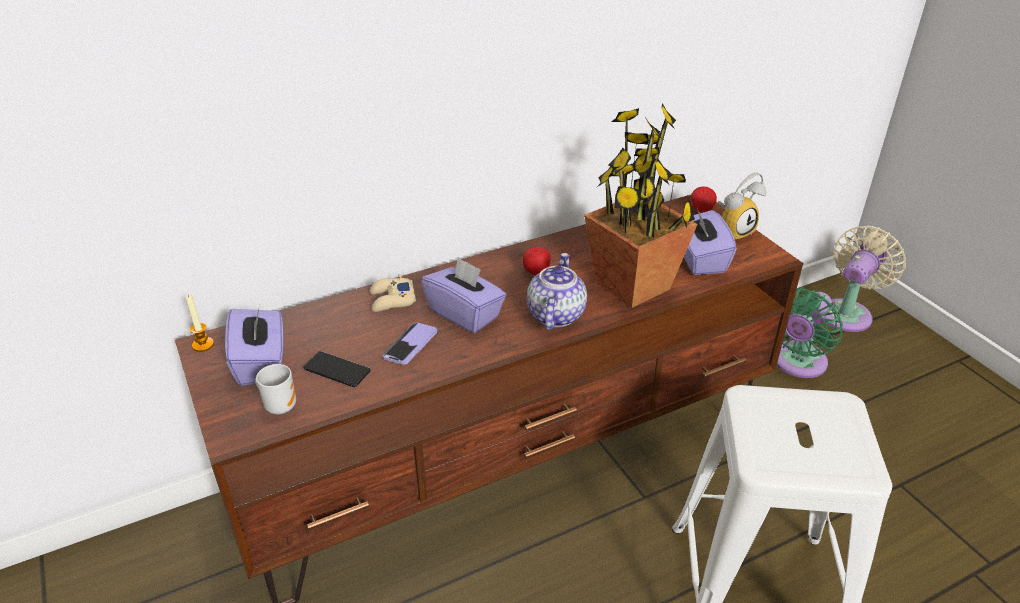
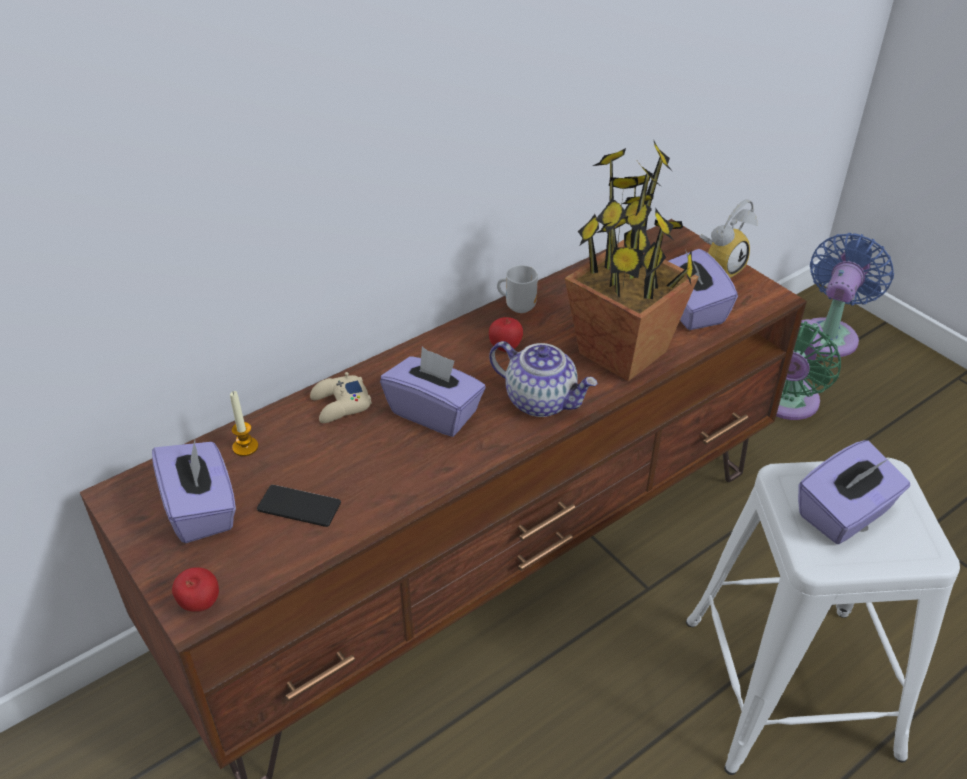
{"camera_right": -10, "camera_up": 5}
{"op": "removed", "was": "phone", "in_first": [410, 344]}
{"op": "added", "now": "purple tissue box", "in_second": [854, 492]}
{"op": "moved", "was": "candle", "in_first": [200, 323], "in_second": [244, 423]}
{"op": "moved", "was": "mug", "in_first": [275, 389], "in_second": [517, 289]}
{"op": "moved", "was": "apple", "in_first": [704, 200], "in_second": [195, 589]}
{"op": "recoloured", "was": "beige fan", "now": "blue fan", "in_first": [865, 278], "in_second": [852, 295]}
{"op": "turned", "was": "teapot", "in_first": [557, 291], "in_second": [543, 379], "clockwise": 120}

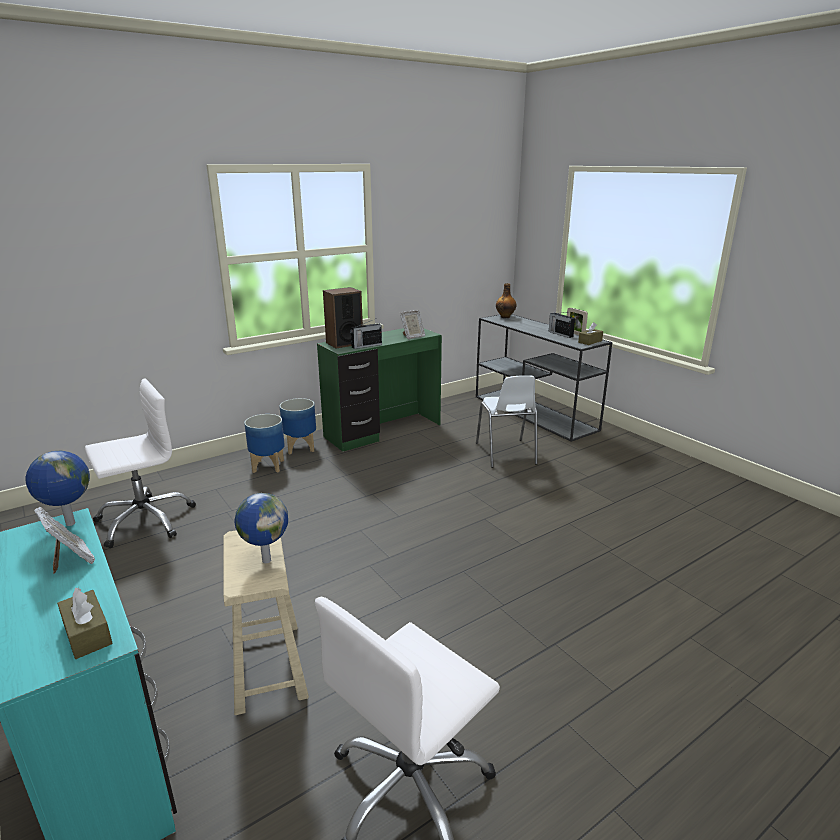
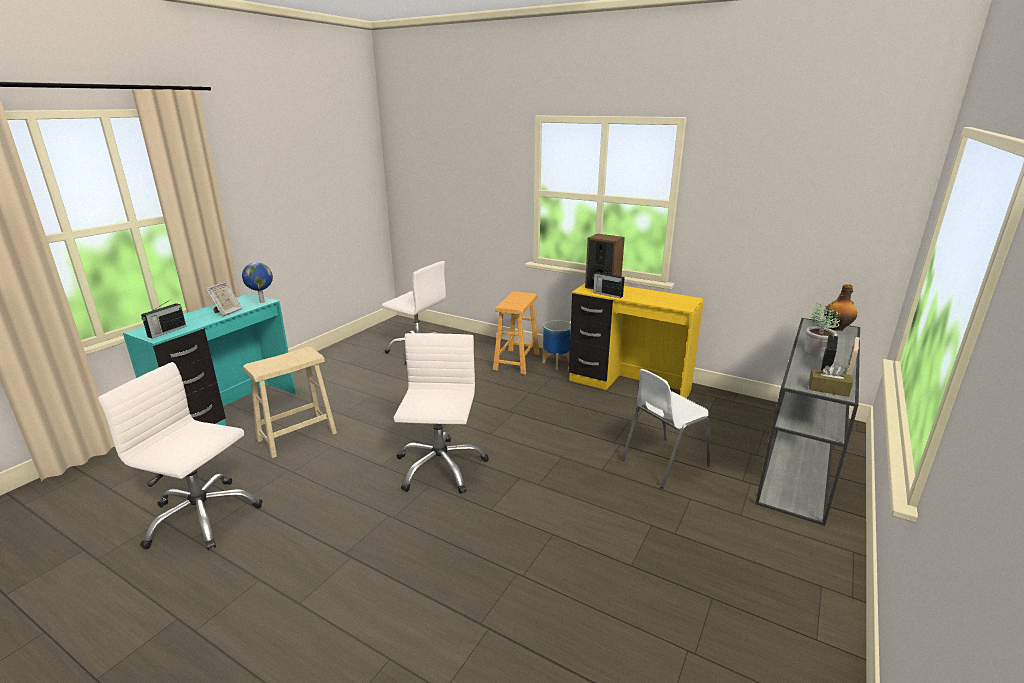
{"camera_right": 65, "camera_up": 0}
{"op": "removed", "was": "globe", "in_first": [261, 528]}
{"op": "removed", "was": "picture frame", "in_first": [412, 324]}
{"op": "added", "now": "white office chair", "in_second": [441, 413]}
{"op": "added", "now": "potted plant", "in_second": [822, 329]}
{"op": "replaced", "was": "brown tissue box", "now": "radio", "in_first": [85, 623], "in_second": [163, 319]}
{"op": "replaced", "was": "planter", "now": "brown stool", "in_first": [264, 443], "in_second": [516, 333]}
{"op": "recoloured", "was": "green desk", "now": "yellow desk", "in_first": [379, 390], "in_second": [636, 341]}

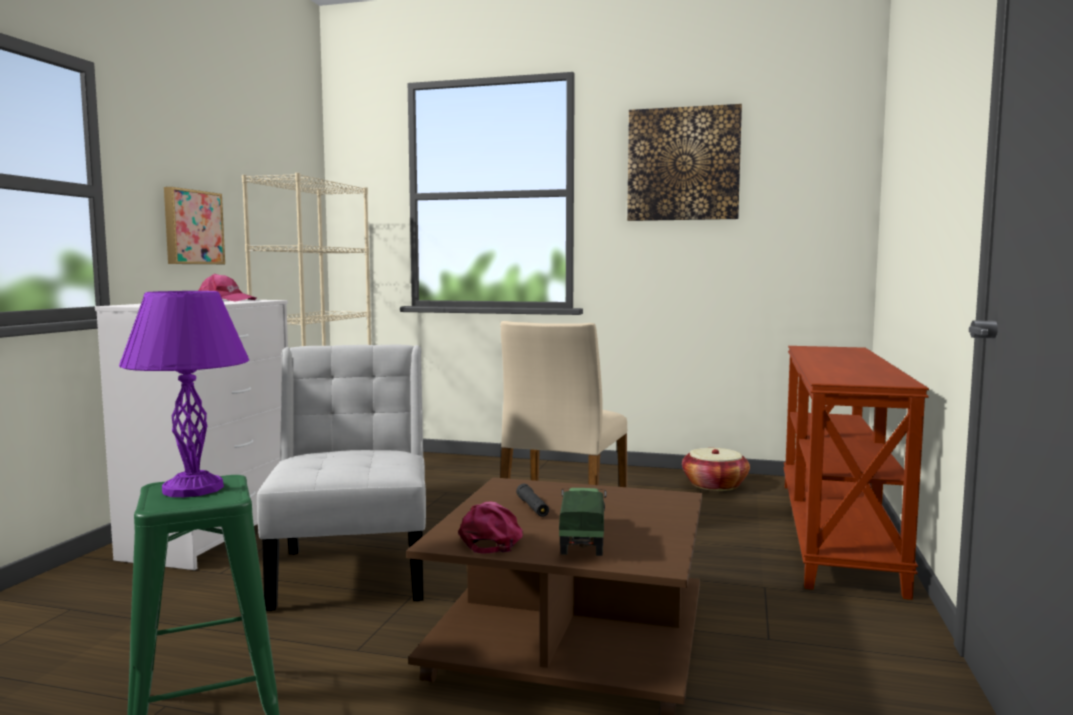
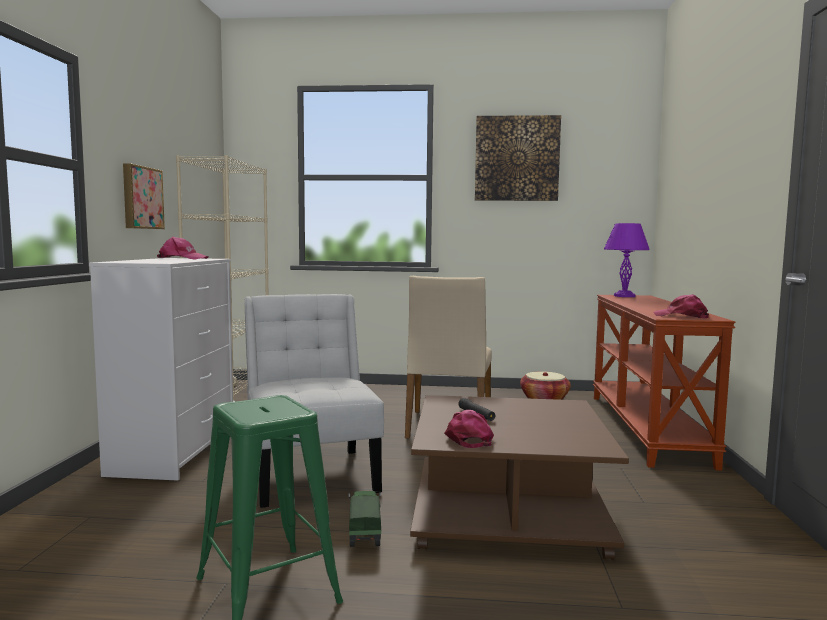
{"camera_right": -10, "camera_up": 0}
{"op": "added", "now": "pink cap", "in_second": [681, 306]}
{"op": "moved", "was": "purple table lamp", "in_first": [184, 394], "in_second": [627, 260]}
{"op": "moved", "was": "toy truck", "in_first": [582, 522], "in_second": [364, 519]}

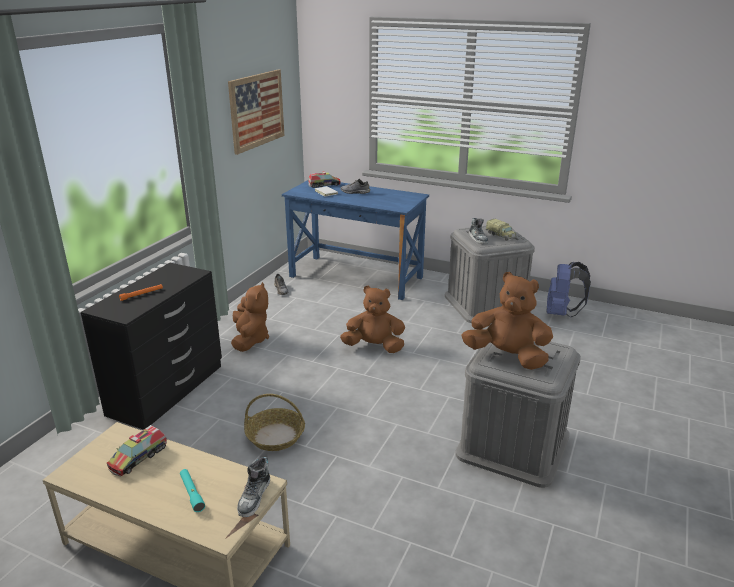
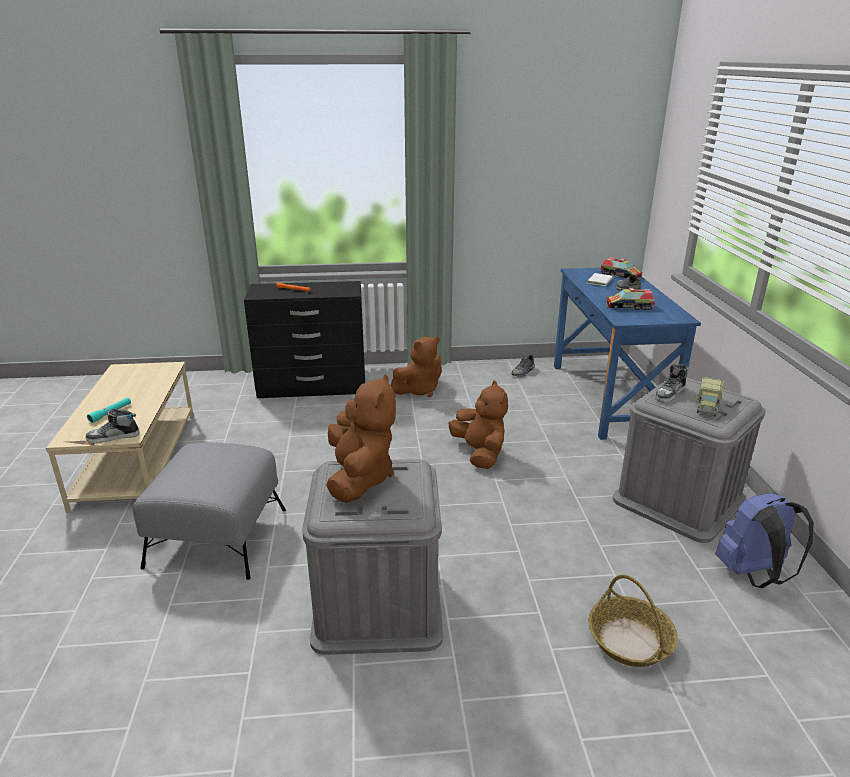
{"camera_right": 60, "camera_up": 0}
{"op": "removed", "was": "picture", "in_first": [256, 112]}
{"op": "added", "now": "grey ottoman", "in_second": [209, 511]}
{"op": "moved", "was": "toy truck", "in_first": [137, 450], "in_second": [630, 299]}
{"op": "moved", "was": "basket", "in_first": [274, 422], "in_second": [633, 621]}

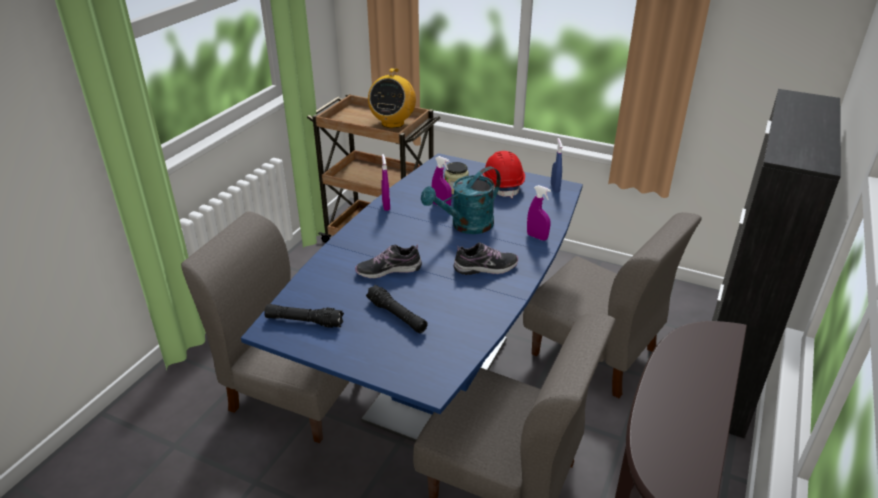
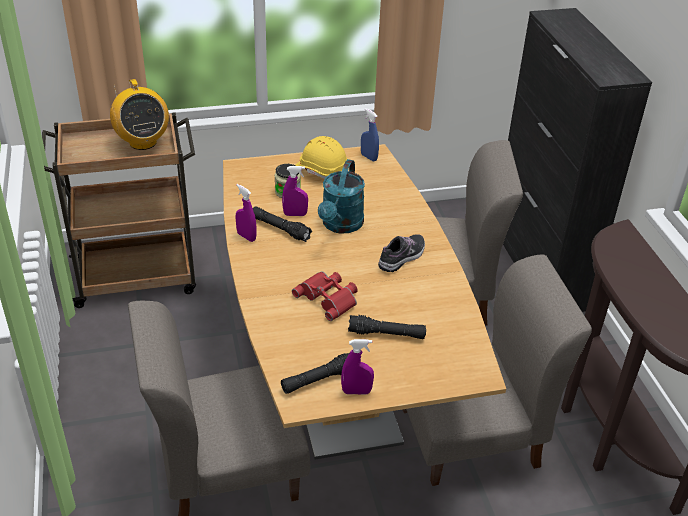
{"camera_right": -40, "camera_up": 5}
{"op": "added", "now": "black flashlight", "in_second": [282, 224]}
{"op": "moved", "was": "purple spray bottle", "in_first": [539, 213], "in_second": [357, 366]}
{"op": "replaced", "was": "shoe", "now": "red binoculars", "in_first": [388, 261], "in_second": [325, 296]}
{"op": "recoloured", "was": "blue dining table", "now": "brown dining table", "in_first": [412, 297], "in_second": [364, 302]}
{"op": "recoloured", "was": "red hard hat", "now": "yellow hard hat", "in_first": [503, 174], "in_second": [321, 157]}

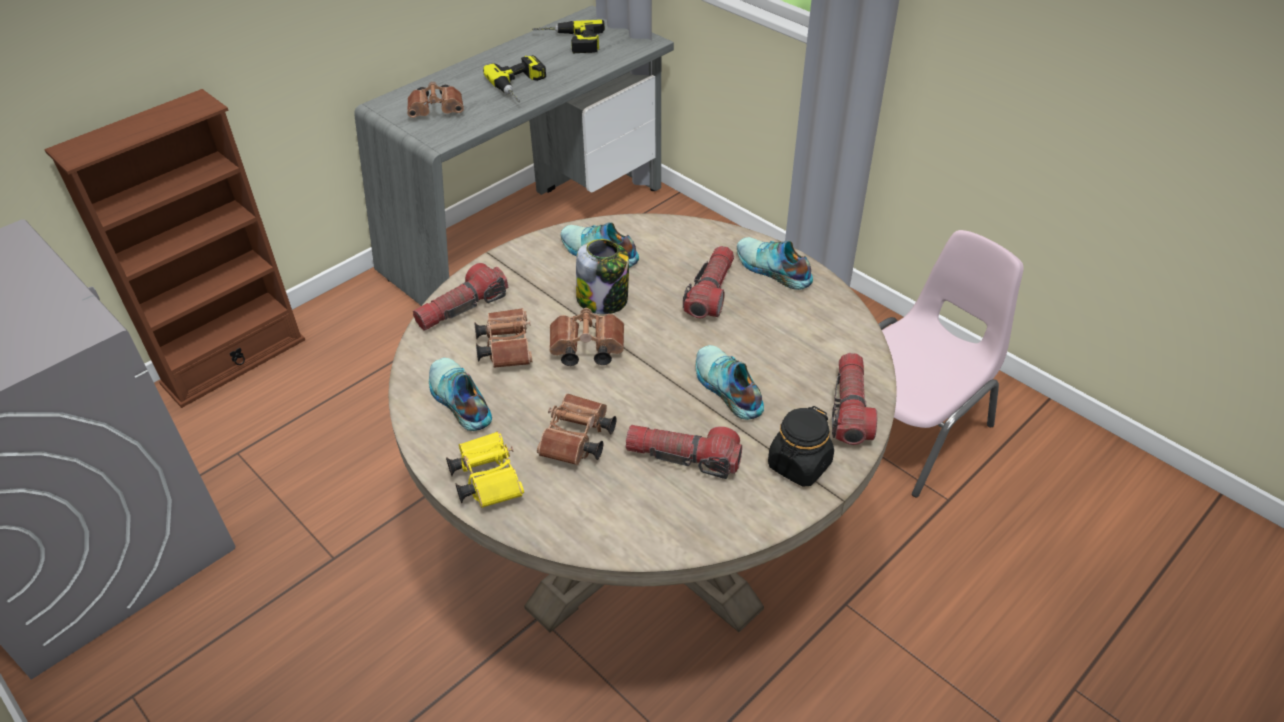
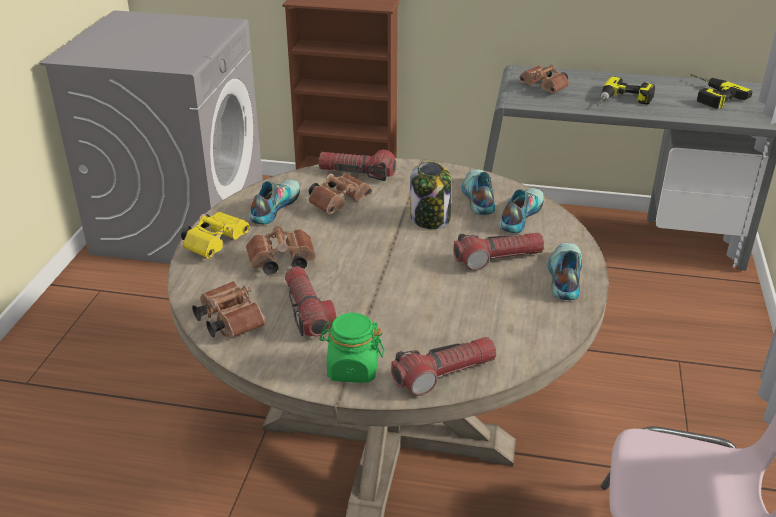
{"camera_right": 55, "camera_up": -10}
{"op": "moved", "was": "brown binoculars", "in_first": [587, 337], "in_second": [229, 309]}
{"op": "moved", "was": "shoe", "in_first": [729, 382], "in_second": [521, 210]}
{"op": "recoloured", "was": "black jar", "now": "green jar", "in_first": [801, 446], "in_second": [352, 348]}

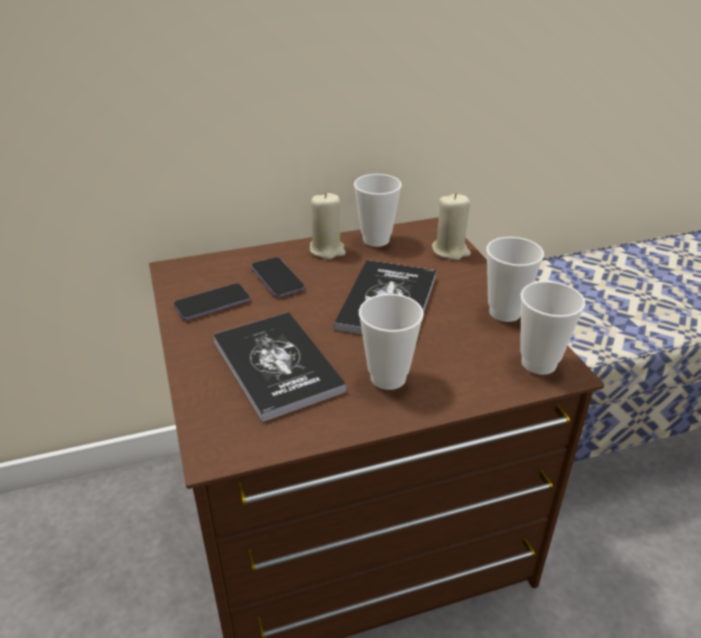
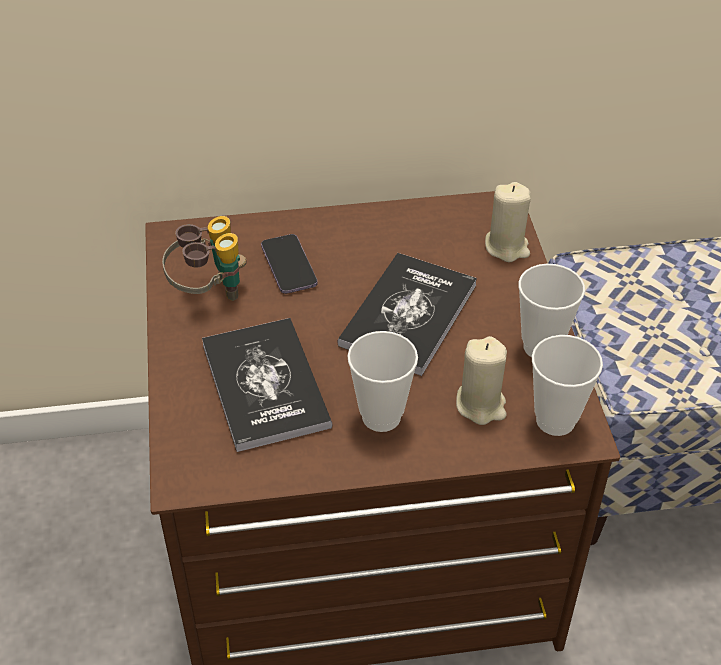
{"camera_right": 10, "camera_up": 10}
{"op": "removed", "was": "cup", "in_first": [378, 210]}
{"op": "moved", "was": "beige candle", "in_first": [328, 225], "in_second": [481, 380]}
{"op": "replaced", "was": "phone", "now": "binoculars", "in_first": [212, 301], "in_second": [204, 258]}

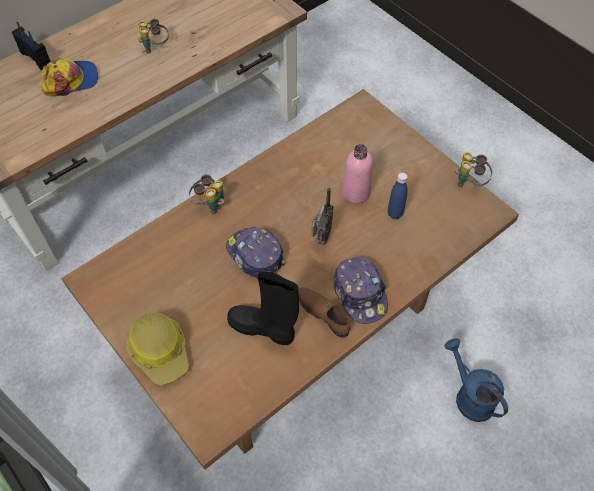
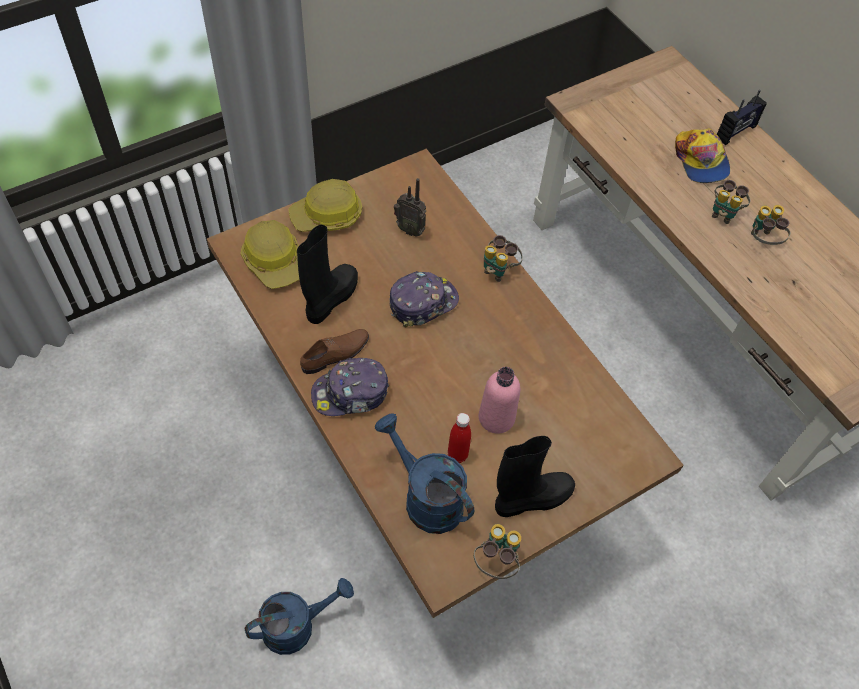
{"camera_right": 95, "camera_up": 0}
{"op": "added", "now": "hard hat", "in_second": [270, 254]}
{"op": "added", "now": "blue watering can", "in_second": [424, 473]}
{"op": "added", "now": "black boot", "in_second": [535, 476]}
{"op": "added", "now": "binoculars", "in_second": [731, 202]}
{"op": "moved", "was": "radio", "in_first": [322, 216], "in_second": [410, 207]}
{"op": "recoloured", "was": "blue bottle", "now": "red bottle", "in_first": [398, 195], "in_second": [459, 438]}

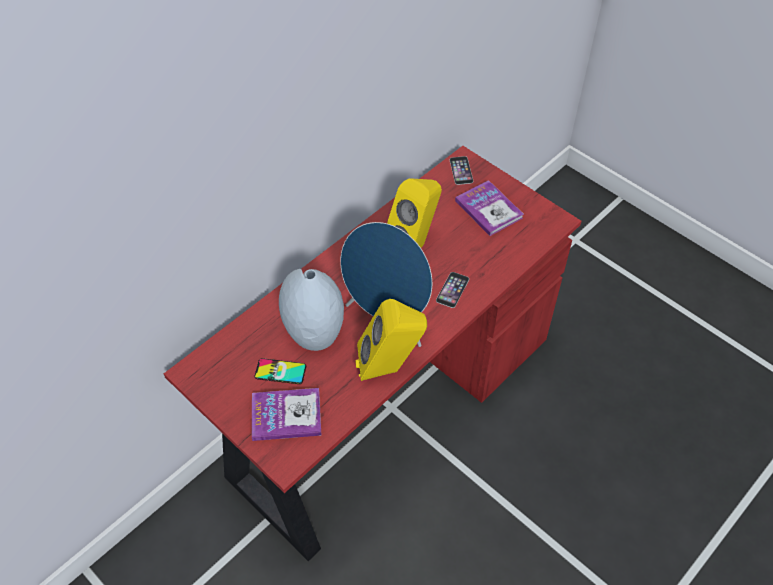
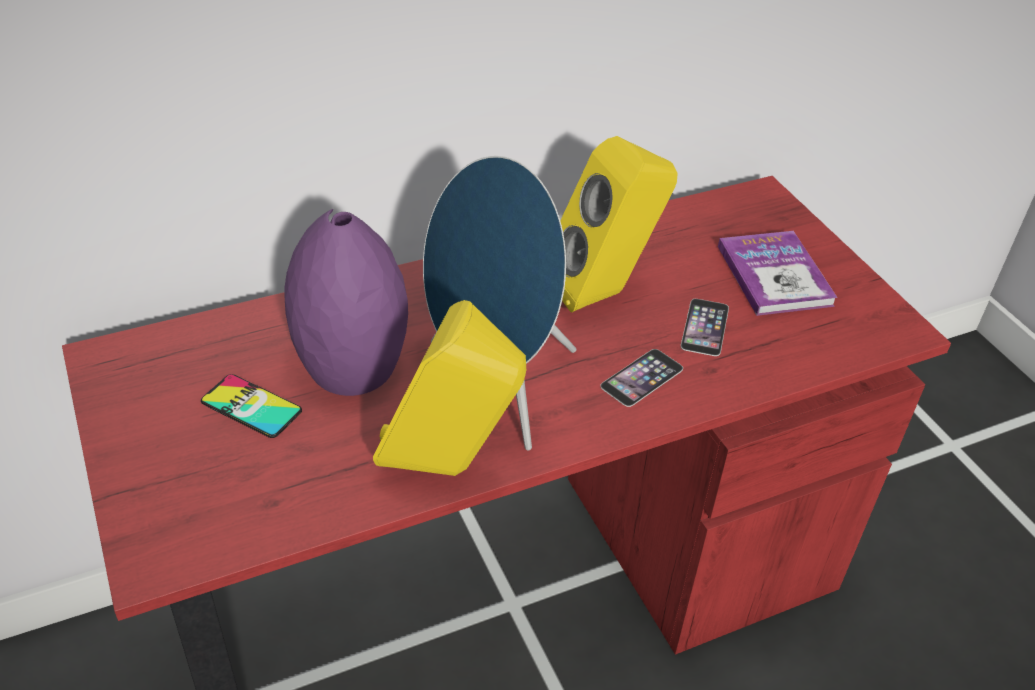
{"camera_right": 20, "camera_up": -10}
{"op": "removed", "was": "book", "in_first": [286, 414]}
{"op": "moved", "was": "phone", "in_first": [461, 170], "in_second": [705, 327]}
{"op": "recoloured", "was": "grey vase", "now": "purple vase", "in_first": [311, 310], "in_second": [346, 302]}

